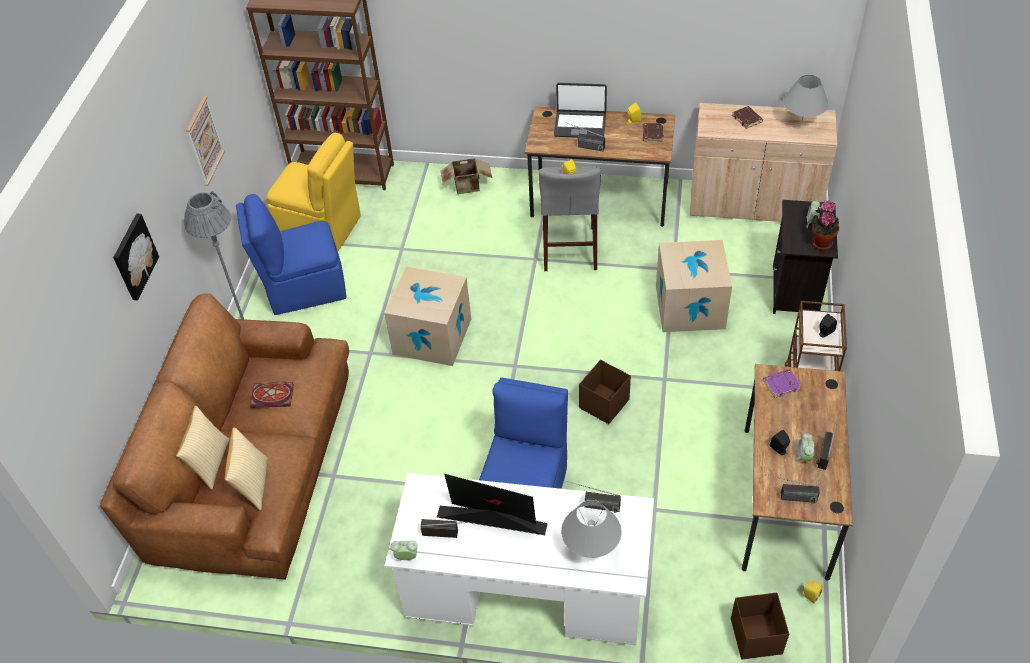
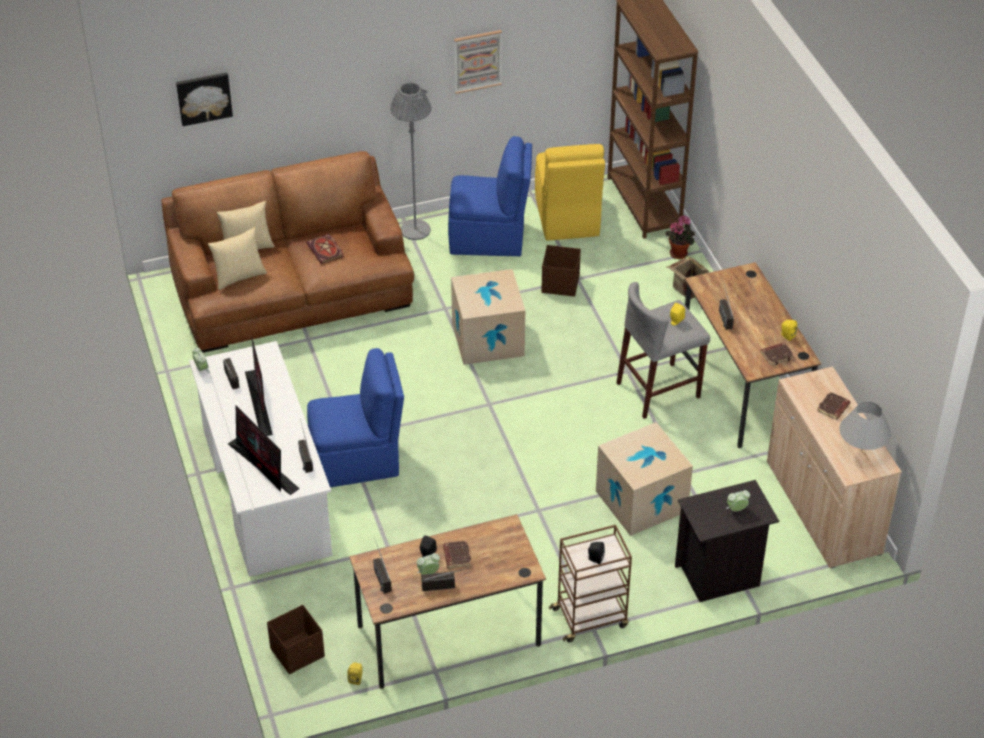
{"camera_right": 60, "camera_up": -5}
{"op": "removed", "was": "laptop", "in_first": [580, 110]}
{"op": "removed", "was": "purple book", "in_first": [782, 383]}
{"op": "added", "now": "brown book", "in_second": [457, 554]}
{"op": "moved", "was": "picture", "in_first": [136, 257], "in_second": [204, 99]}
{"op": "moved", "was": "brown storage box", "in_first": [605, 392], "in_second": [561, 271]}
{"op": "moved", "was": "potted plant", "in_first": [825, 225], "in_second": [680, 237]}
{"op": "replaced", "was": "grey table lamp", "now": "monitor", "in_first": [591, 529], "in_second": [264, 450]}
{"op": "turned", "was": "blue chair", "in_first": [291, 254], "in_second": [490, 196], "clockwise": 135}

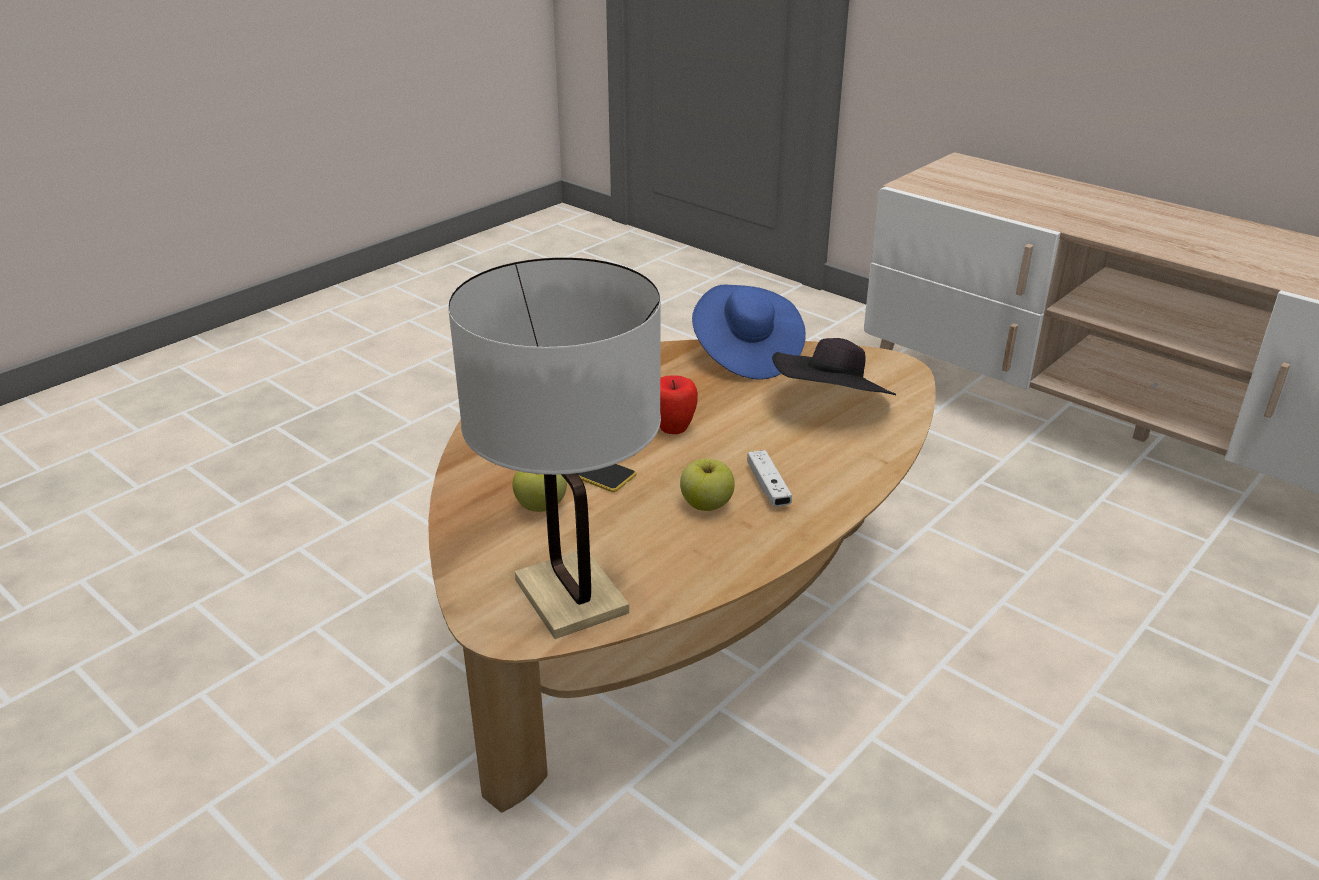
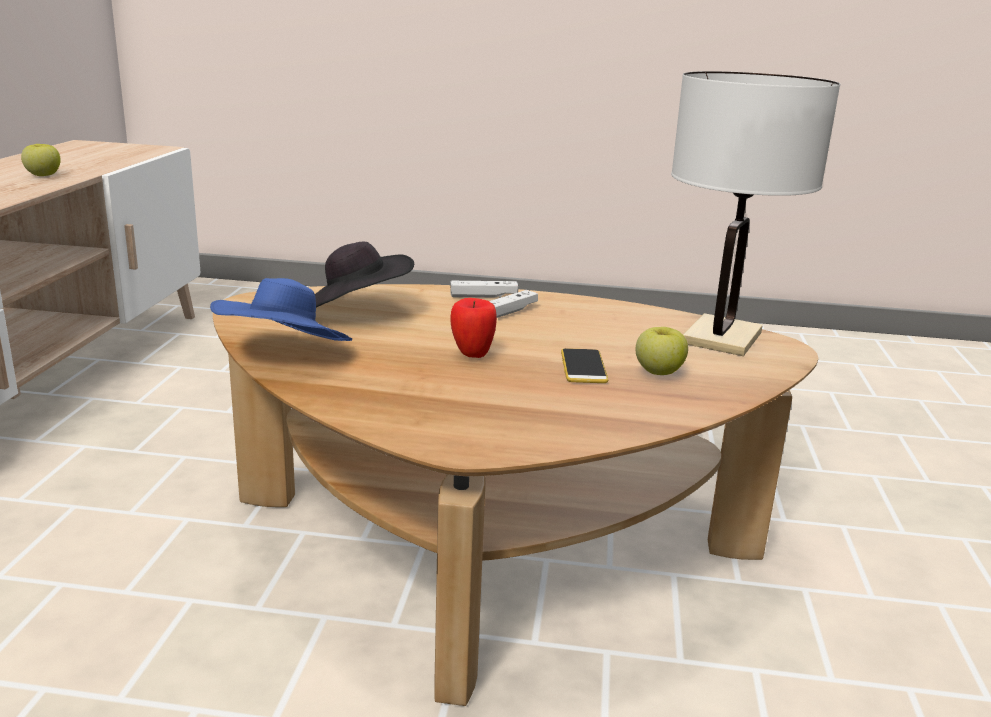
{"camera_right": -125, "camera_up": -10}
{"op": "added", "now": "white game controller", "in_second": [484, 289]}
{"op": "moved", "was": "apple", "in_first": [707, 485], "in_second": [41, 160]}

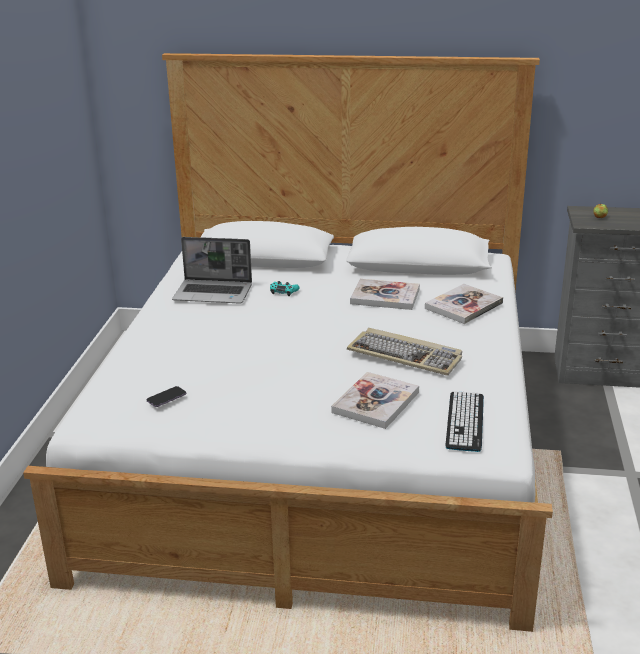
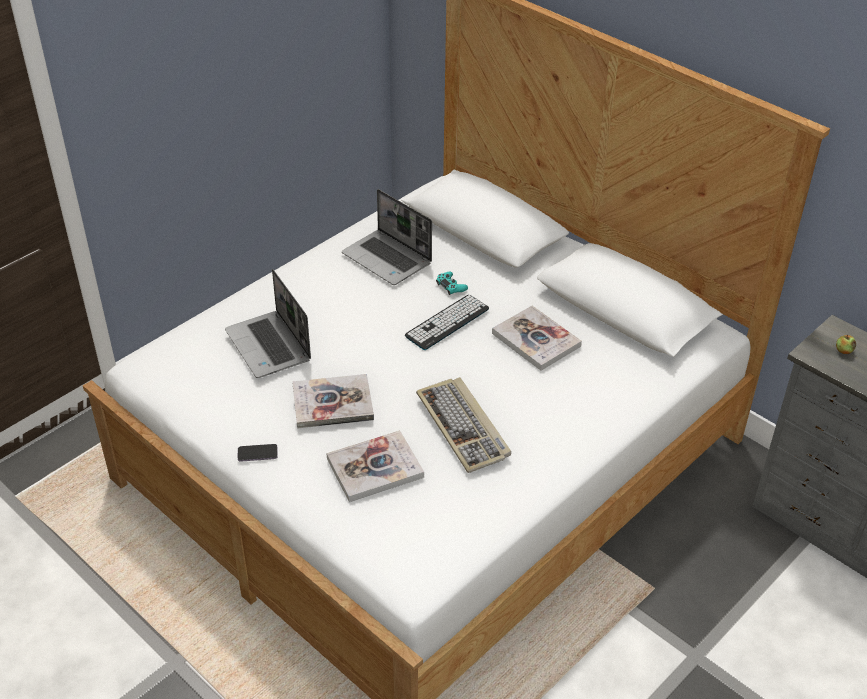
{"camera_right": 35, "camera_up": 15}
{"op": "added", "now": "laptop", "in_second": [268, 323]}
{"op": "moved", "was": "phone", "in_first": [166, 396], "in_second": [258, 453]}
{"op": "moved", "was": "book", "in_first": [464, 304], "in_second": [333, 401]}
{"op": "moved", "was": "keyboard", "in_first": [464, 421], "in_second": [447, 322]}

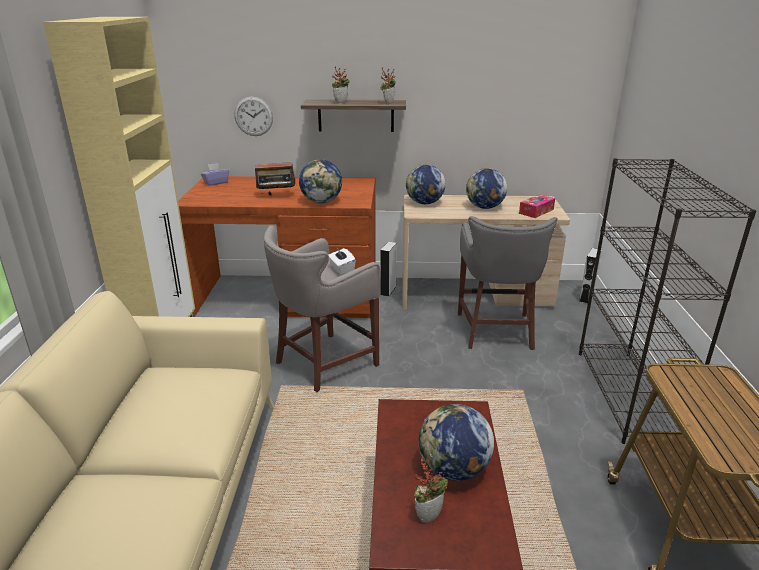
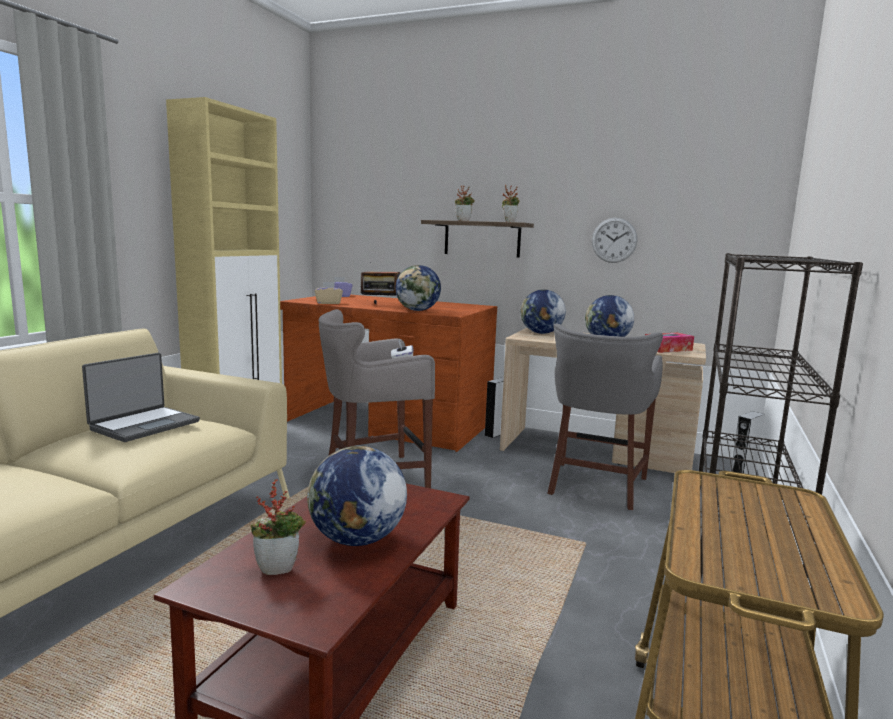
{"camera_right": 20, "camera_up": -15}
{"op": "added", "now": "laptop", "in_second": [141, 397]}
{"op": "added", "now": "beige tissue box", "in_second": [329, 293]}
{"op": "moved", "was": "wall clock", "in_first": [253, 116], "in_second": [614, 240]}

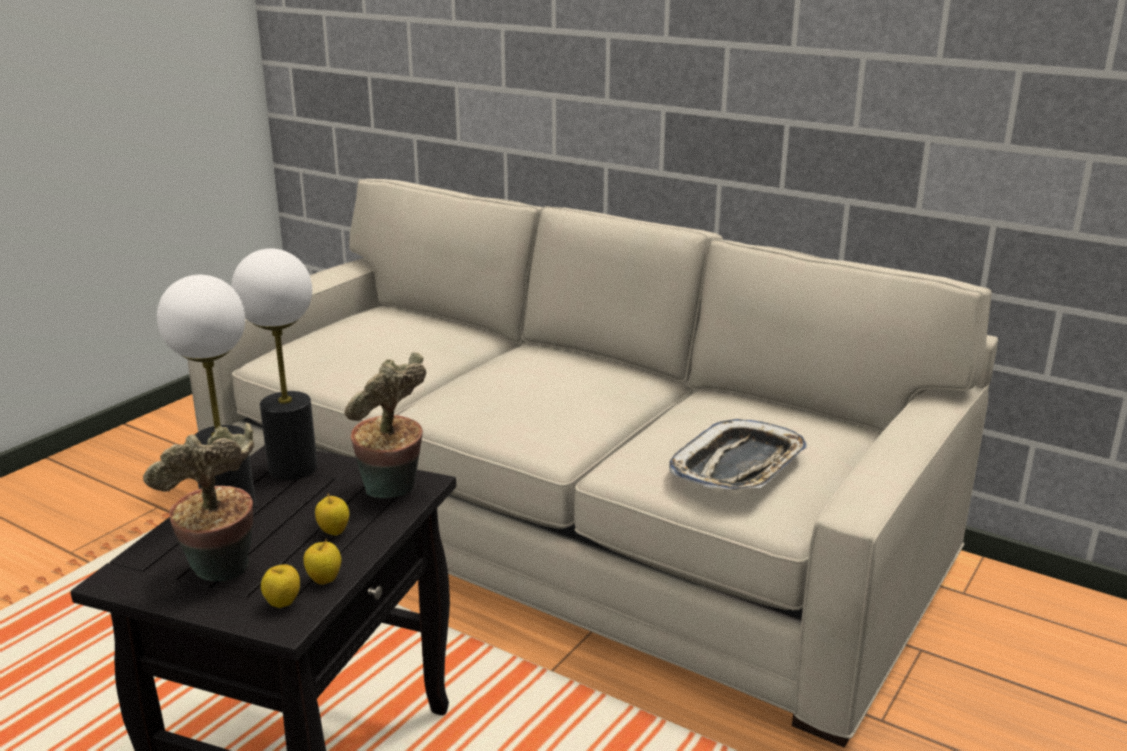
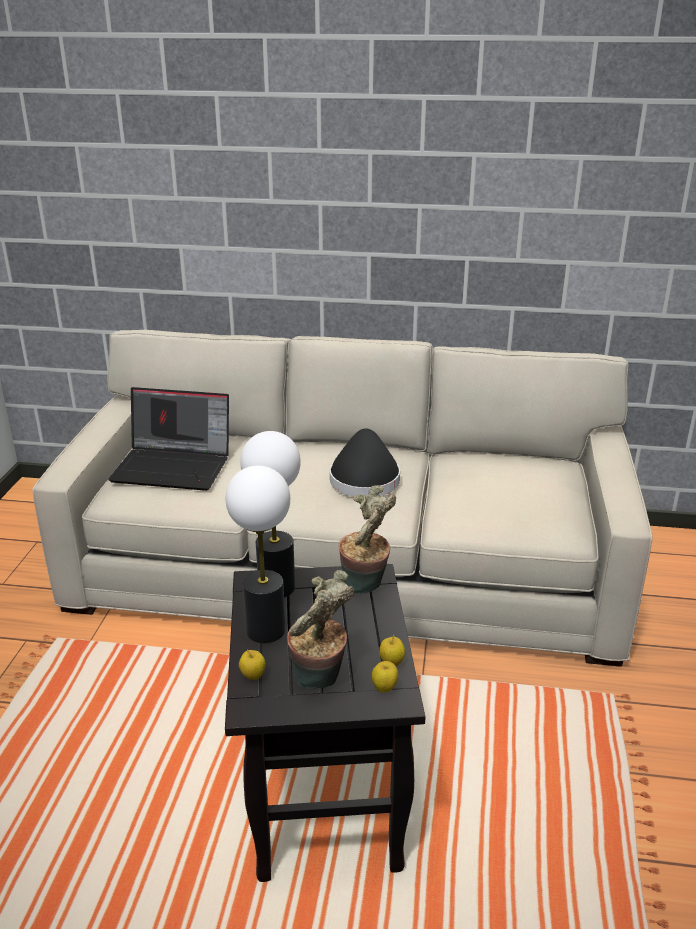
{"camera_right": -25, "camera_up": 5}
{"op": "removed", "was": "tray", "in_first": [738, 454]}
{"op": "added", "now": "laptop", "in_second": [168, 439]}
{"op": "added", "now": "black hat", "in_second": [365, 462]}
{"op": "moved", "was": "apple", "in_first": [332, 514], "in_second": [252, 665]}

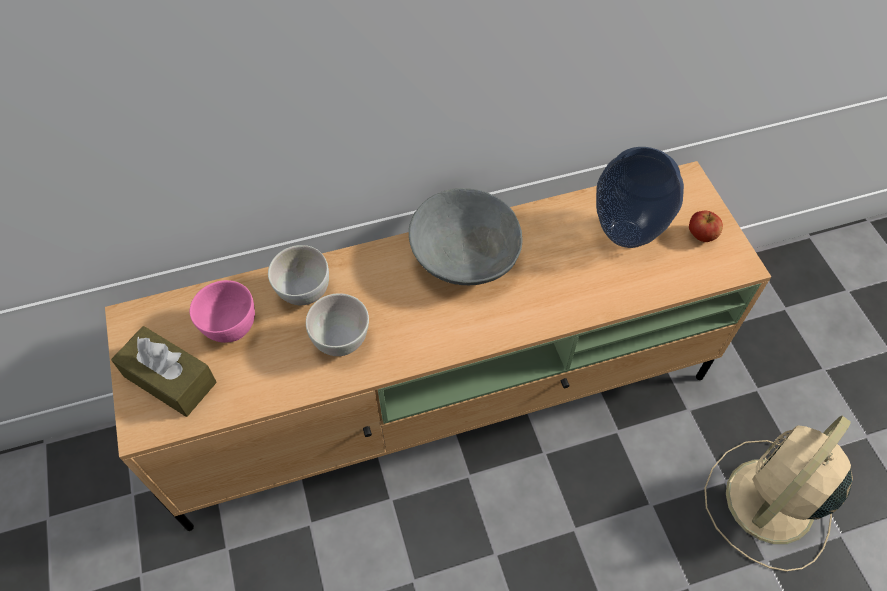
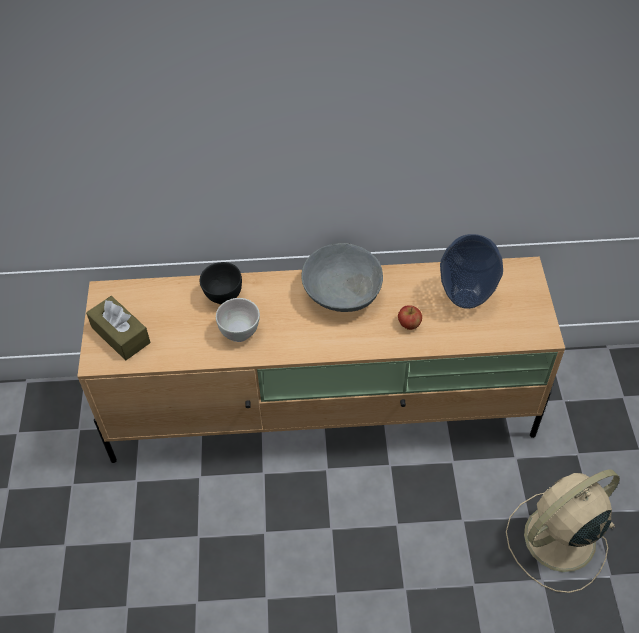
{"camera_right": 15, "camera_up": -5}
{"op": "removed", "was": "pink bowl", "in_first": [222, 311]}
{"op": "moved", "was": "apple", "in_first": [706, 226], "in_second": [410, 318]}
{"op": "recoloured", "was": "white bowl", "now": "black bowl", "in_first": [298, 275], "in_second": [221, 283]}

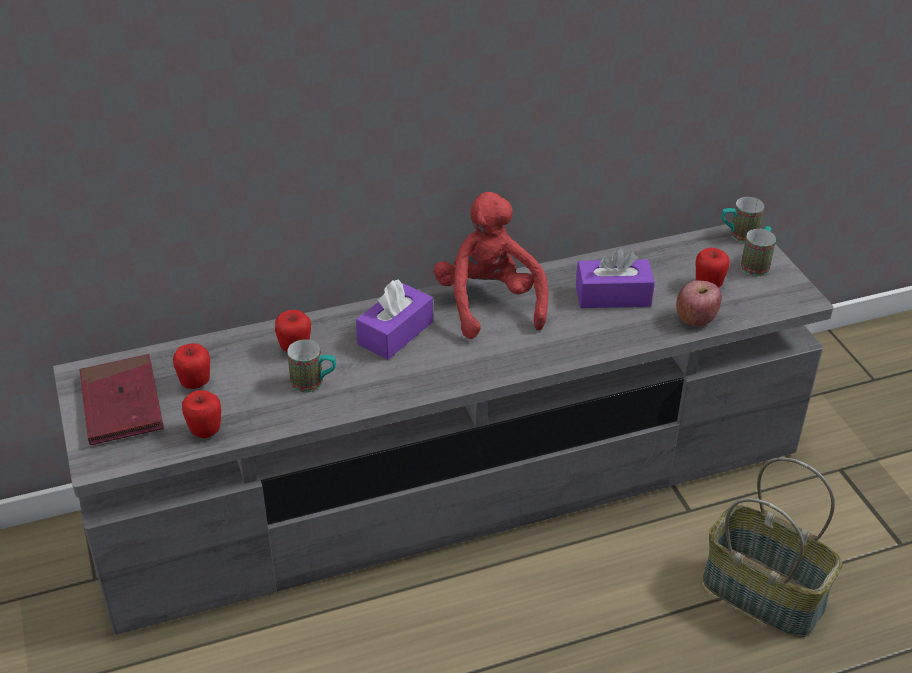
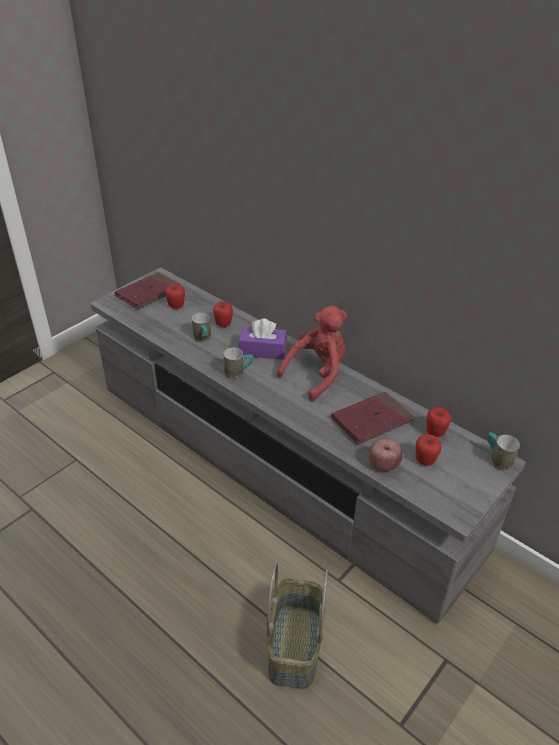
{"camera_right": 60, "camera_up": 0}
{"op": "moved", "was": "apple", "in_first": [201, 414], "in_second": [438, 422]}
{"op": "moved", "was": "mug", "in_first": [758, 251], "in_second": [238, 363]}
{"op": "replaced", "was": "purple tissue box", "now": "red book", "in_first": [615, 278], "in_second": [372, 418]}

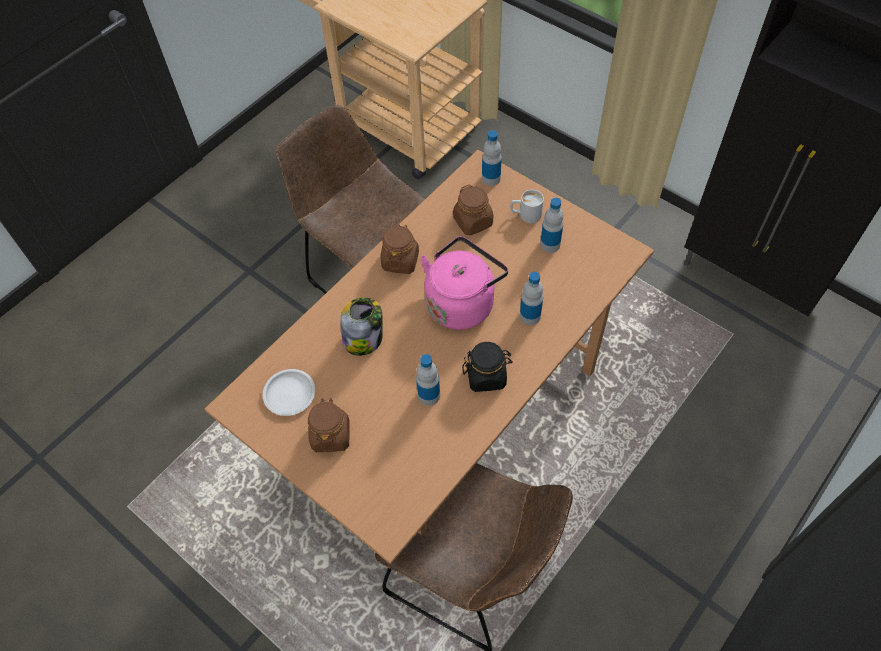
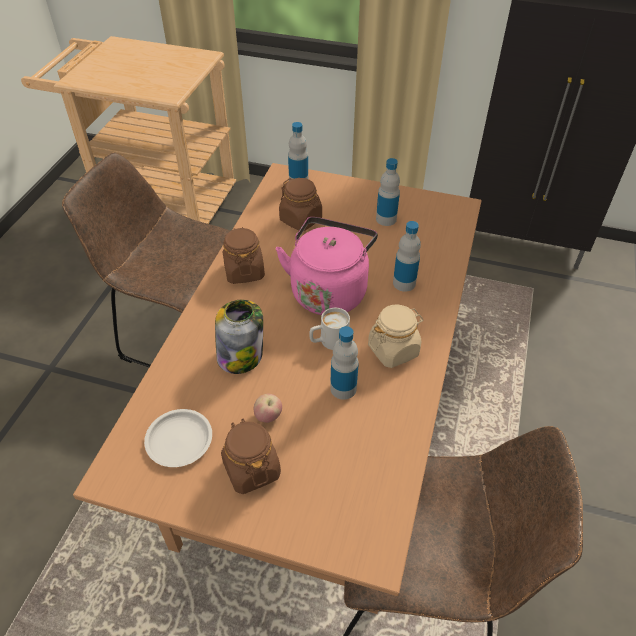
{"camera_right": -25, "camera_up": -10}
{"op": "added", "now": "apple", "in_second": [268, 408]}
{"op": "moved", "was": "white mug", "in_first": [527, 206], "in_second": [329, 329]}
{"op": "recoloured", "was": "black jar", "now": "beige jar", "in_first": [487, 367], "in_second": [396, 336]}

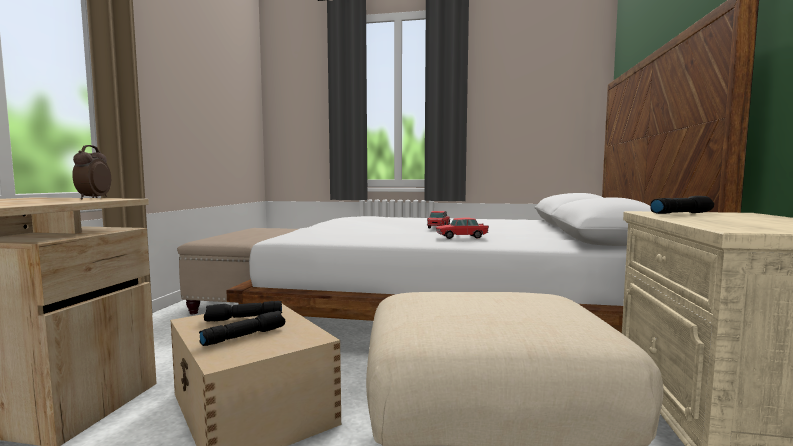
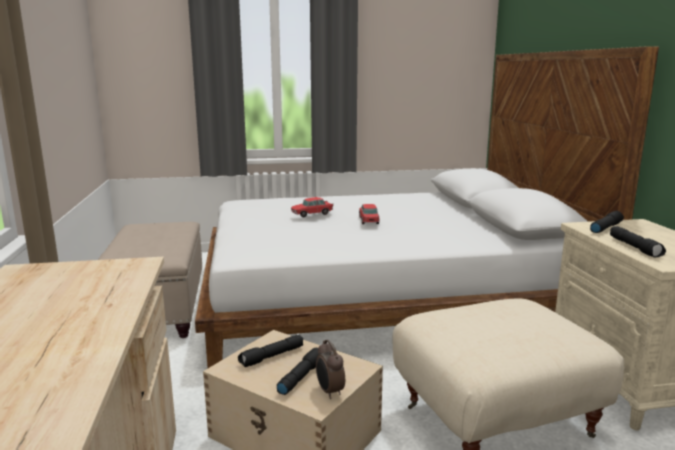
{"camera_right": -20, "camera_up": 10}
{"op": "added", "now": "black flashlight", "in_second": [638, 241]}
{"op": "moved", "was": "alarm clock", "in_first": [91, 172], "in_second": [330, 369]}
{"op": "moved", "was": "toy car", "in_first": [462, 228], "in_second": [312, 207]}

